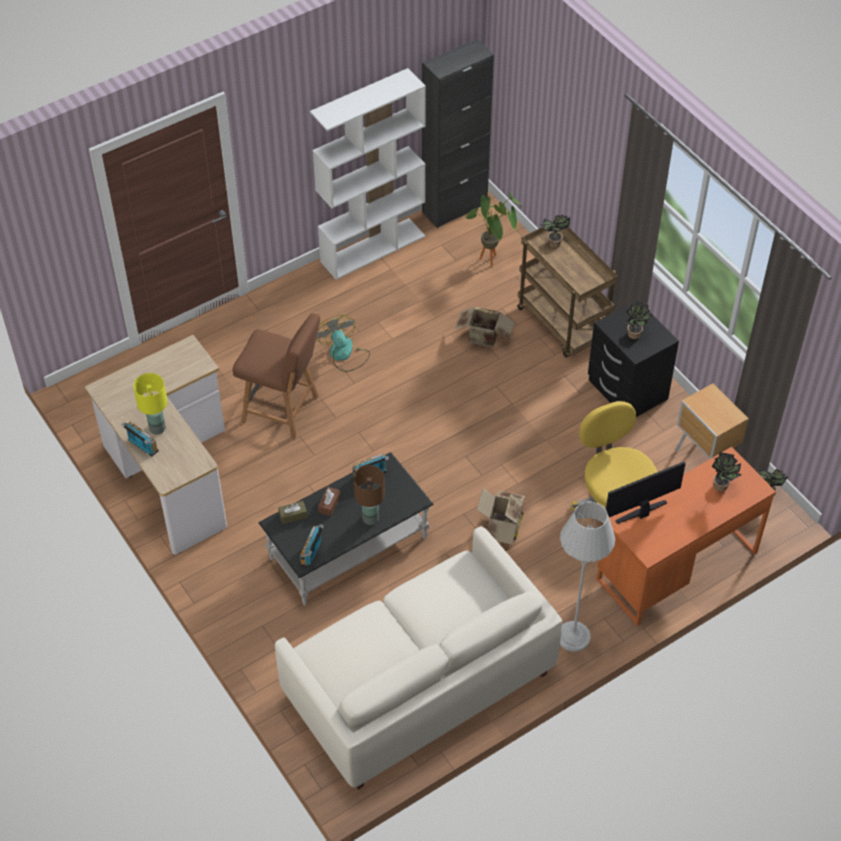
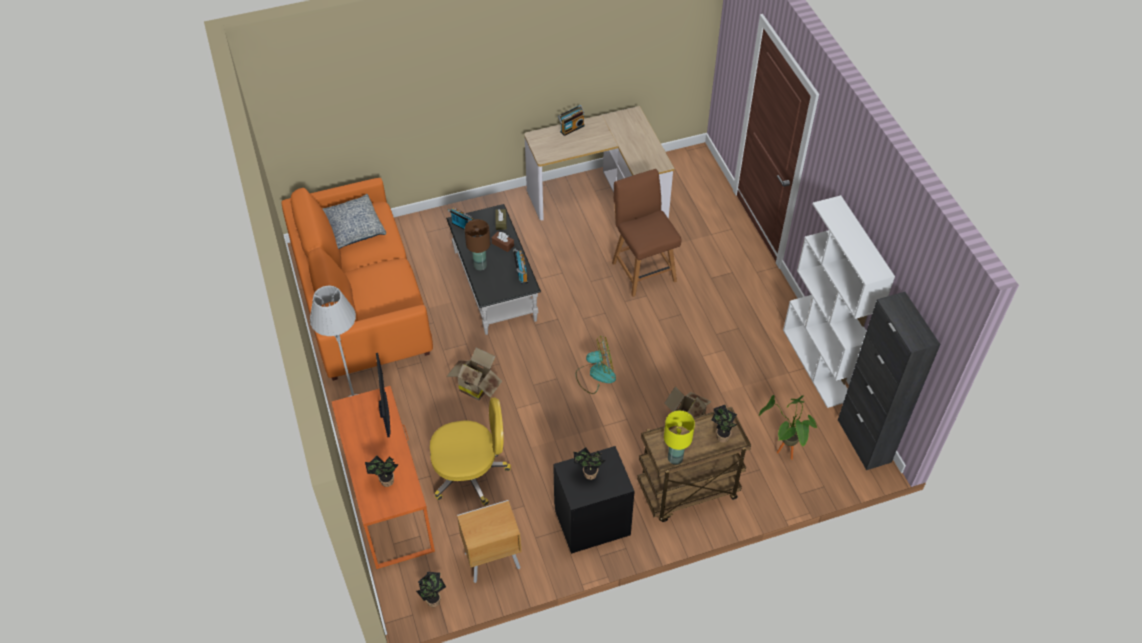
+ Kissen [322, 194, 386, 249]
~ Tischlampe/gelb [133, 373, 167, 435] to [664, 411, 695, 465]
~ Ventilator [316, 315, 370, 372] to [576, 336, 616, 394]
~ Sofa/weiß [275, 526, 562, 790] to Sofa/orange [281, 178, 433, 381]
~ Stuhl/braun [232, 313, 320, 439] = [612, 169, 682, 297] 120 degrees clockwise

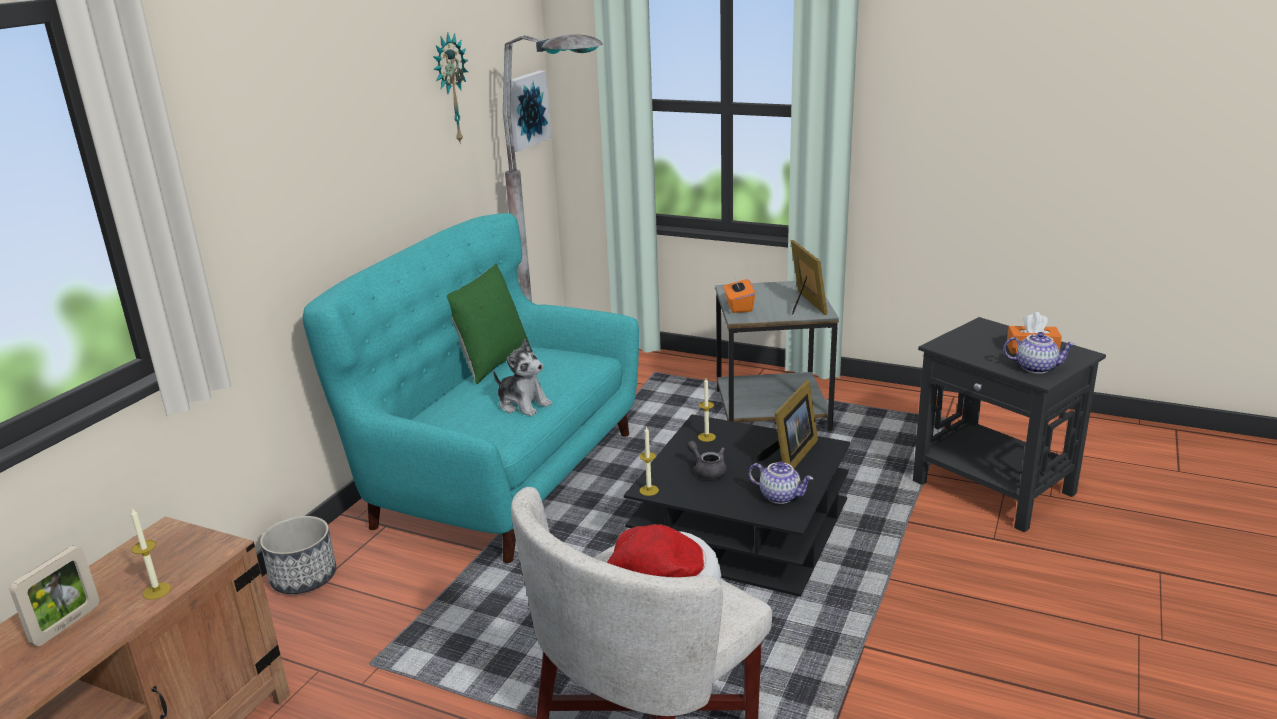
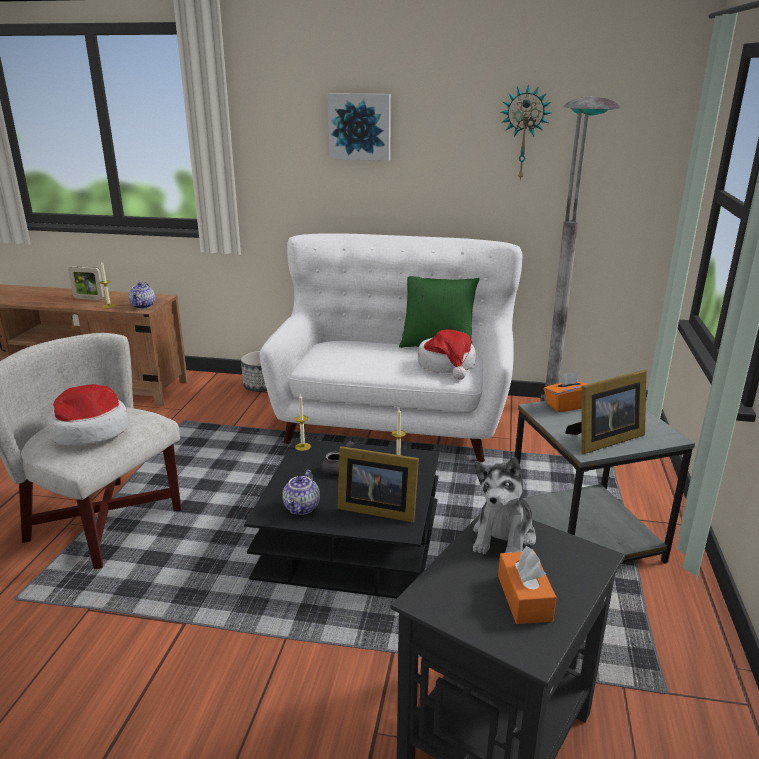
+ Hut [418, 329, 476, 380]
~ Plüschtier [493, 339, 552, 416] to [473, 457, 536, 554]
~ Bild [506, 71, 551, 152] to [327, 93, 391, 161]
~ Teekanne [1003, 332, 1076, 374] to [128, 282, 155, 309]
~ Sofa/türkis [302, 213, 639, 563] to Sofa/weiß [260, 233, 522, 462]

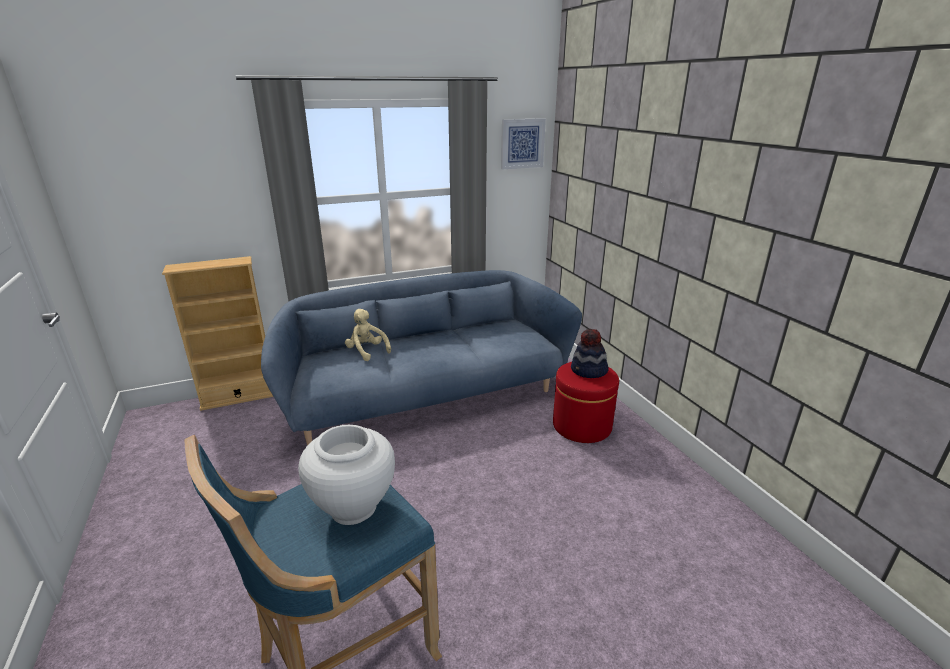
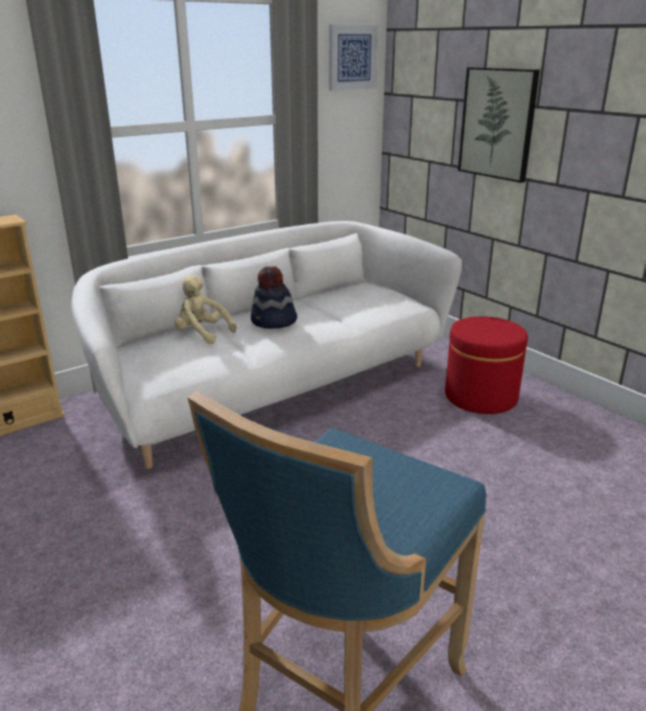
- Vase/weiß [298, 425, 395, 525]
+ Bild [458, 67, 540, 183]
~ Hut [571, 329, 609, 378] to [251, 266, 297, 329]
~ Sofa/blau [261, 270, 582, 445] to Sofa/weiß [71, 221, 462, 469]

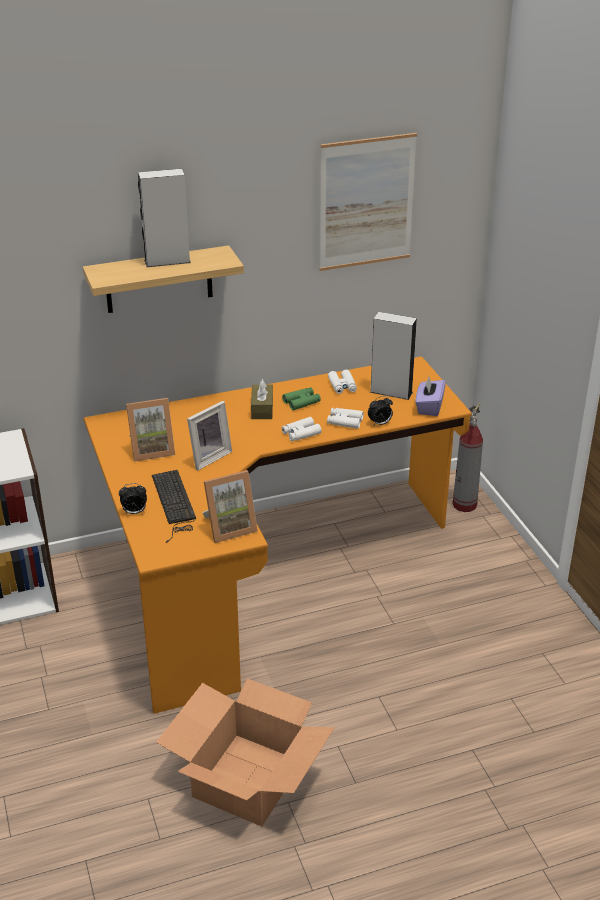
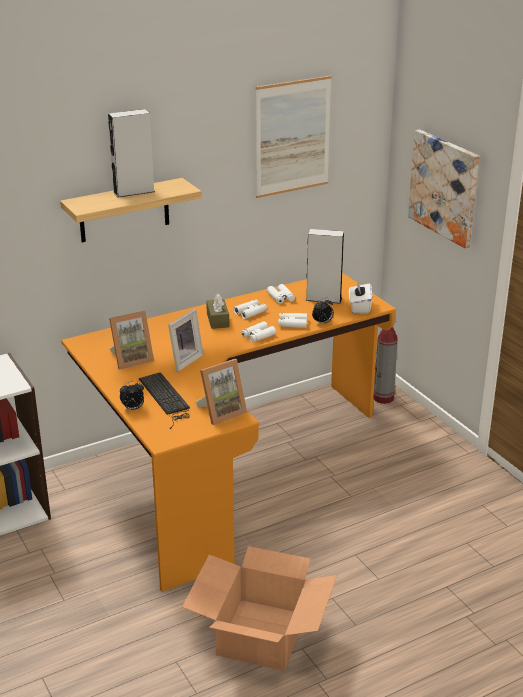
+ Bild [408, 129, 480, 248]
~ Fernglas/grün [282, 387, 321, 410] to Fernglas/weiß [233, 300, 267, 319]
~ Taschentuchbox/lila [415, 377, 445, 416] to Taschentuchbox/weiß [349, 282, 373, 314]

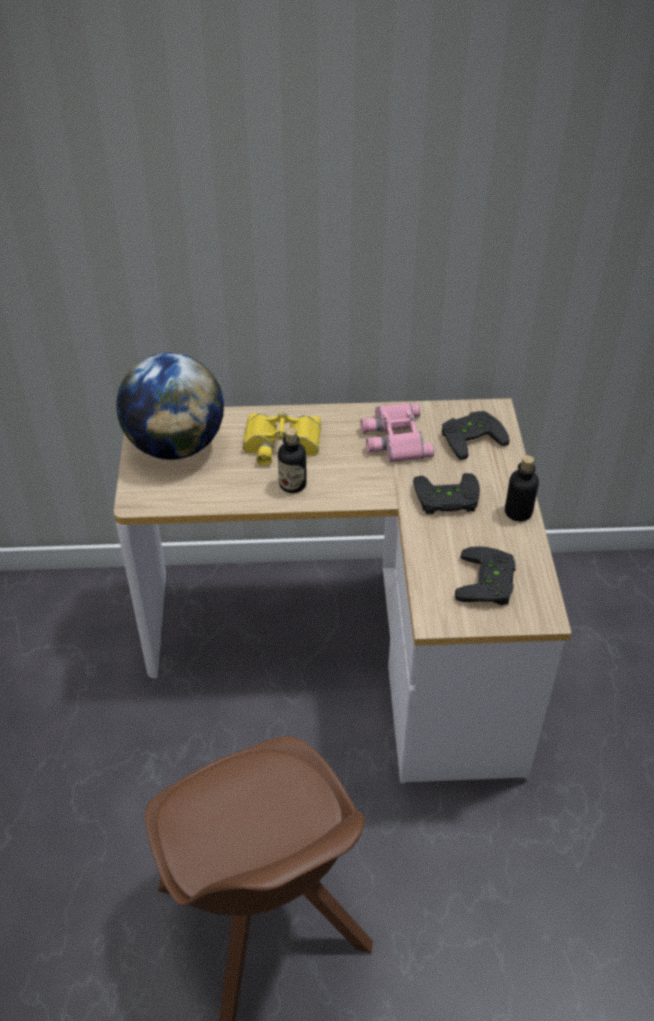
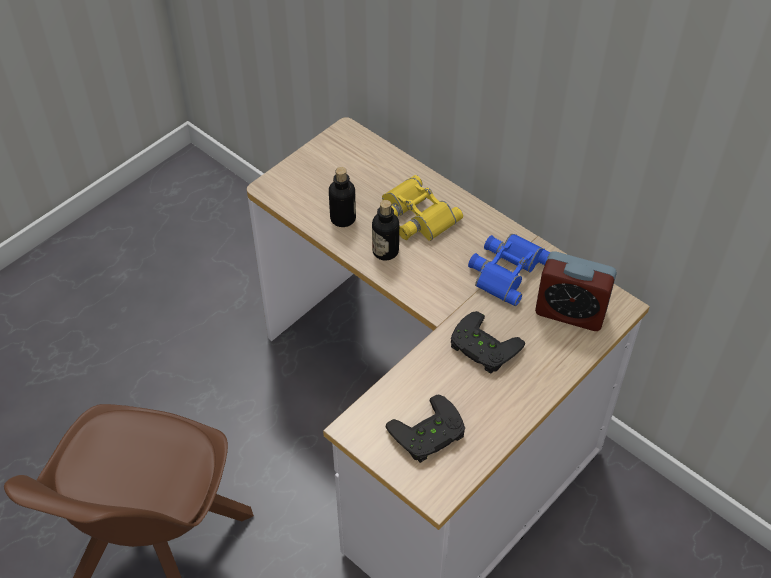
- Globus [116, 353, 224, 460]
~ Flasche [505, 455, 539, 521] to [329, 167, 356, 227]
~ Gamepad/schwarz [442, 411, 510, 460] to Wecker [535, 251, 617, 331]
~ Fernglas/rosa [361, 403, 434, 463] to Fernglas/blau [468, 234, 551, 306]

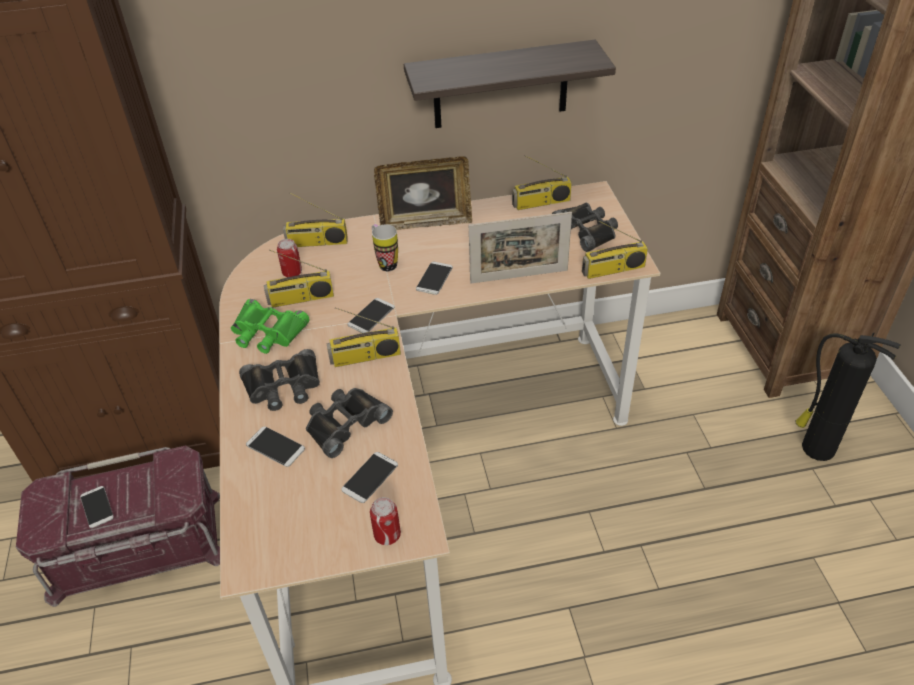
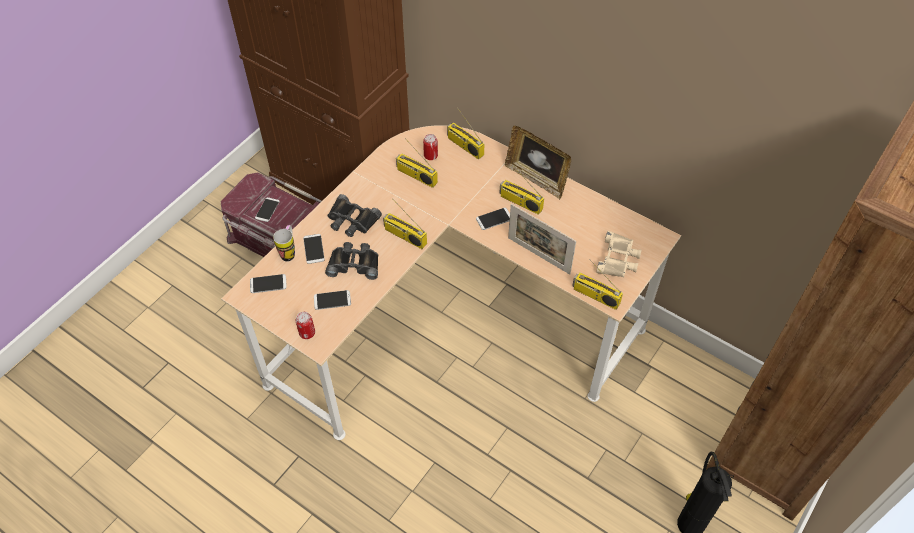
- Fernglas/grün [231, 299, 310, 354]
- Wandregal [404, 40, 616, 128]
~ Handy [347, 298, 395, 333] to [250, 274, 287, 293]
~ Henkelbecher [372, 224, 398, 271] to [273, 225, 295, 262]
~ Radio [512, 155, 572, 210] to [500, 165, 544, 215]
~ Fernglas/schwarz [552, 202, 618, 252] to Fernglas/beige [596, 231, 642, 277]

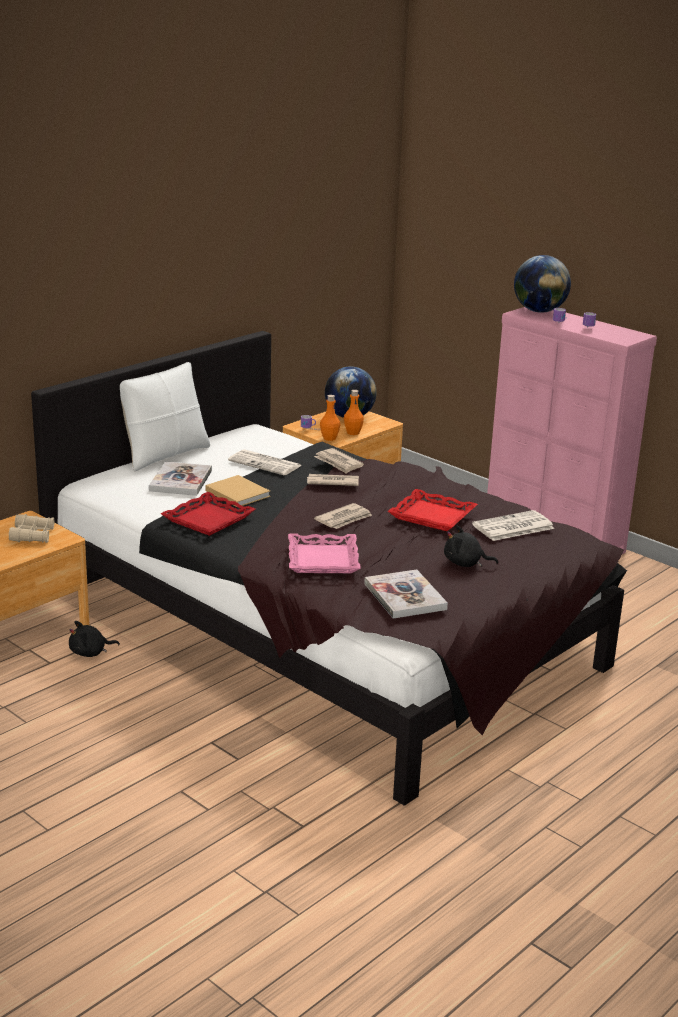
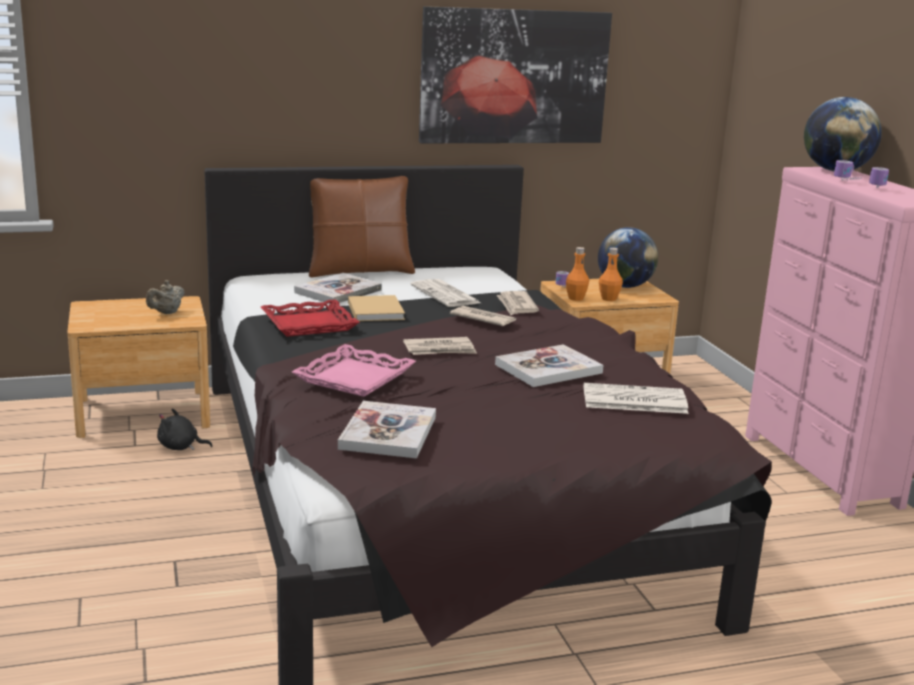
- Plüschtier/schwarz [444, 526, 498, 567]
+ Bild [419, 6, 612, 143]
~ Fernglas/beige [9, 514, 54, 543] to Teekanne/beige [146, 280, 185, 314]
~ Tablett/rot [388, 489, 478, 531] to Buch [495, 344, 604, 387]
~ Kissen/weiß [120, 362, 210, 471] to Kissen/braun [309, 176, 415, 277]

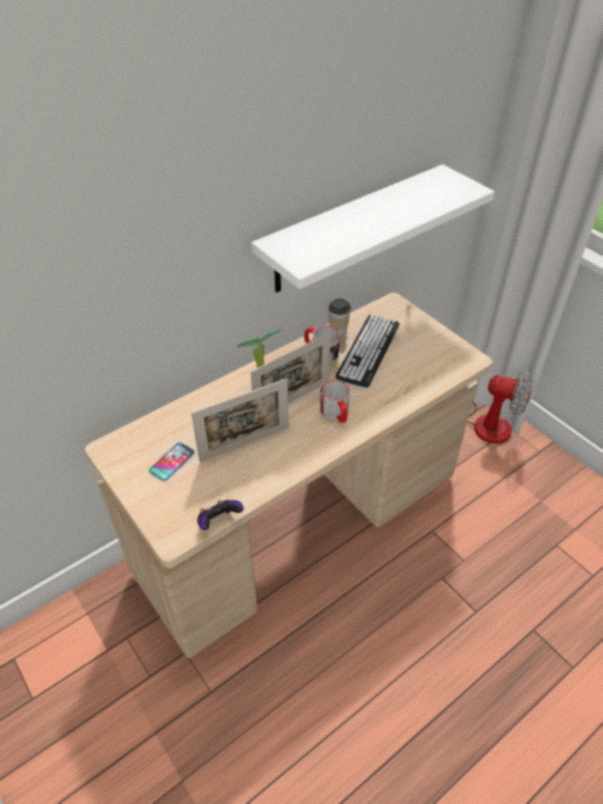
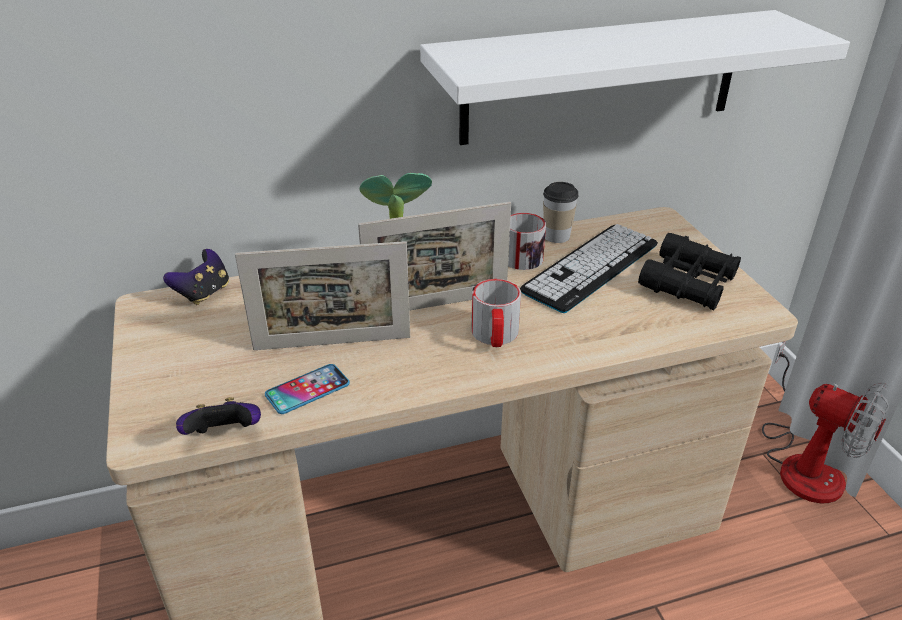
+ Gamepad [163, 249, 229, 305]
+ Fernglas/schwarz [638, 233, 741, 310]
~ Handy [149, 442, 195, 481] to [265, 364, 350, 414]

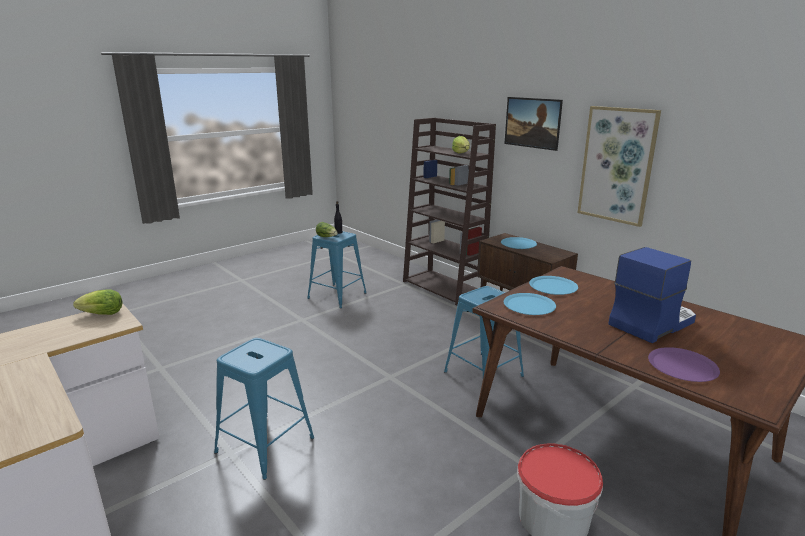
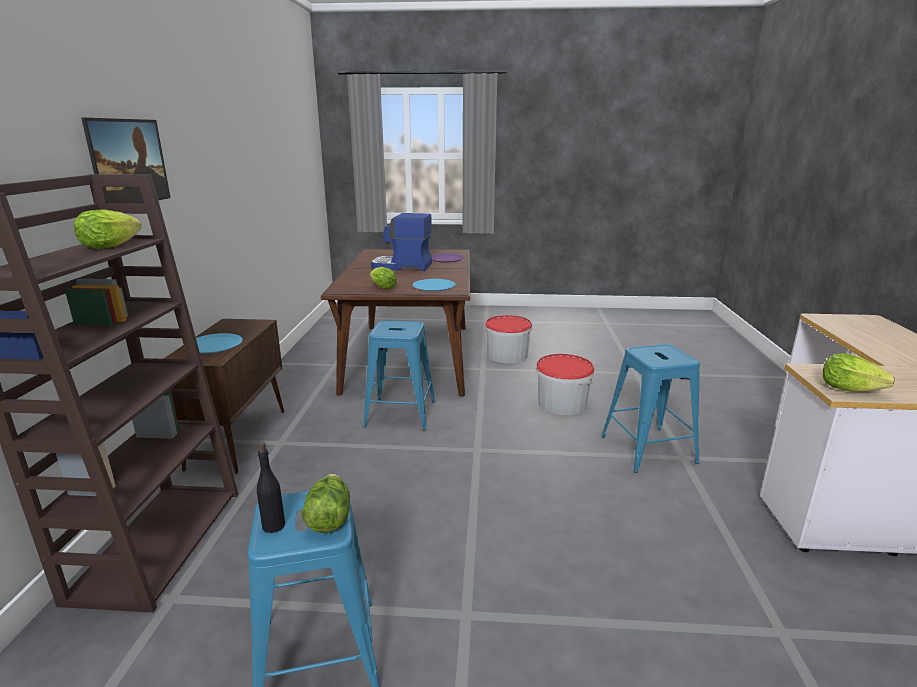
- Bild [578, 106, 661, 227]
+ Eimer [536, 354, 594, 415]
~ Teller/blau [529, 276, 578, 295] to Salatkopf [370, 267, 397, 289]

